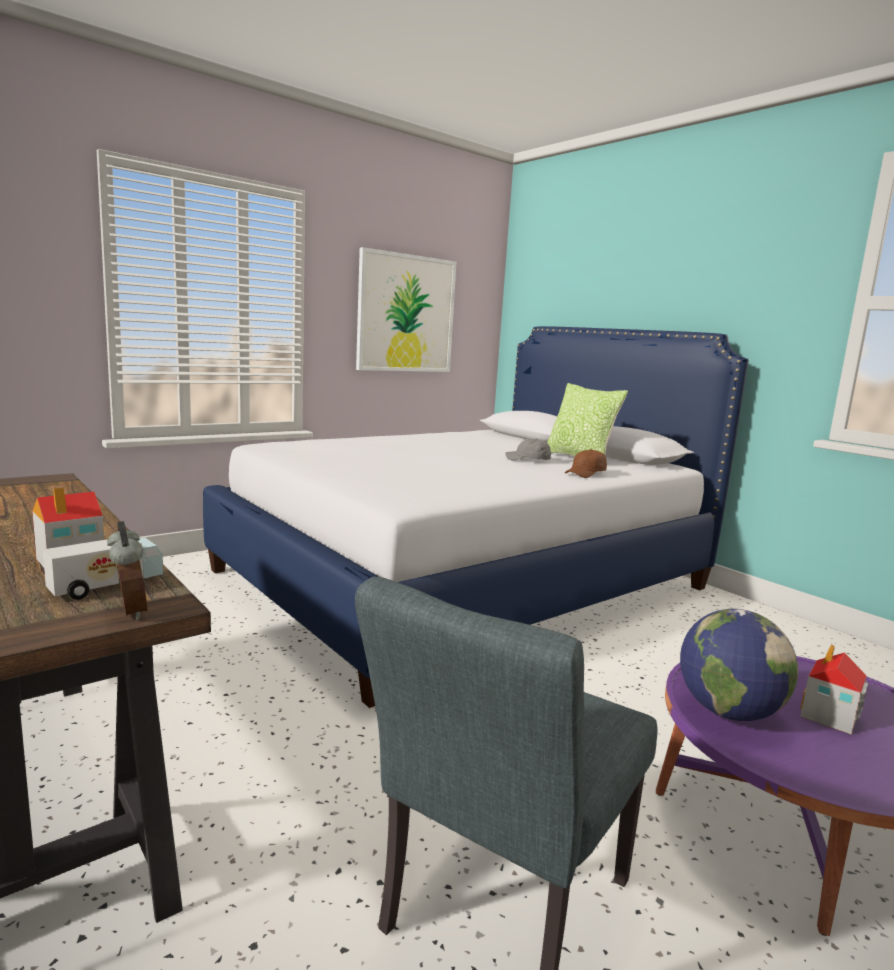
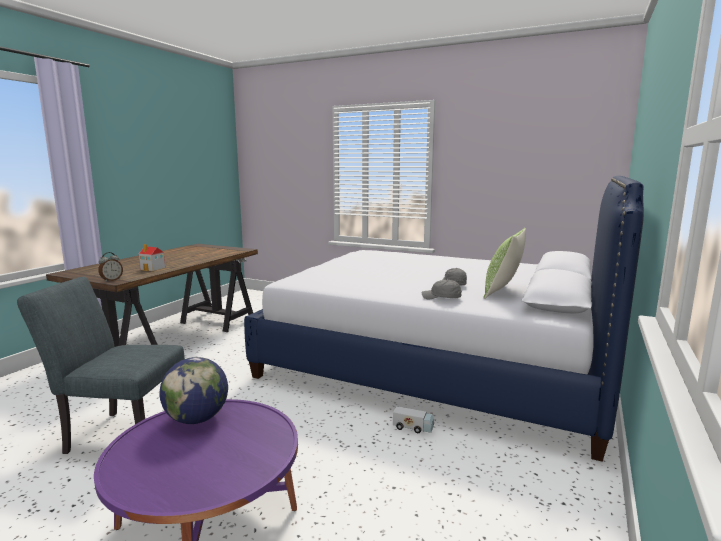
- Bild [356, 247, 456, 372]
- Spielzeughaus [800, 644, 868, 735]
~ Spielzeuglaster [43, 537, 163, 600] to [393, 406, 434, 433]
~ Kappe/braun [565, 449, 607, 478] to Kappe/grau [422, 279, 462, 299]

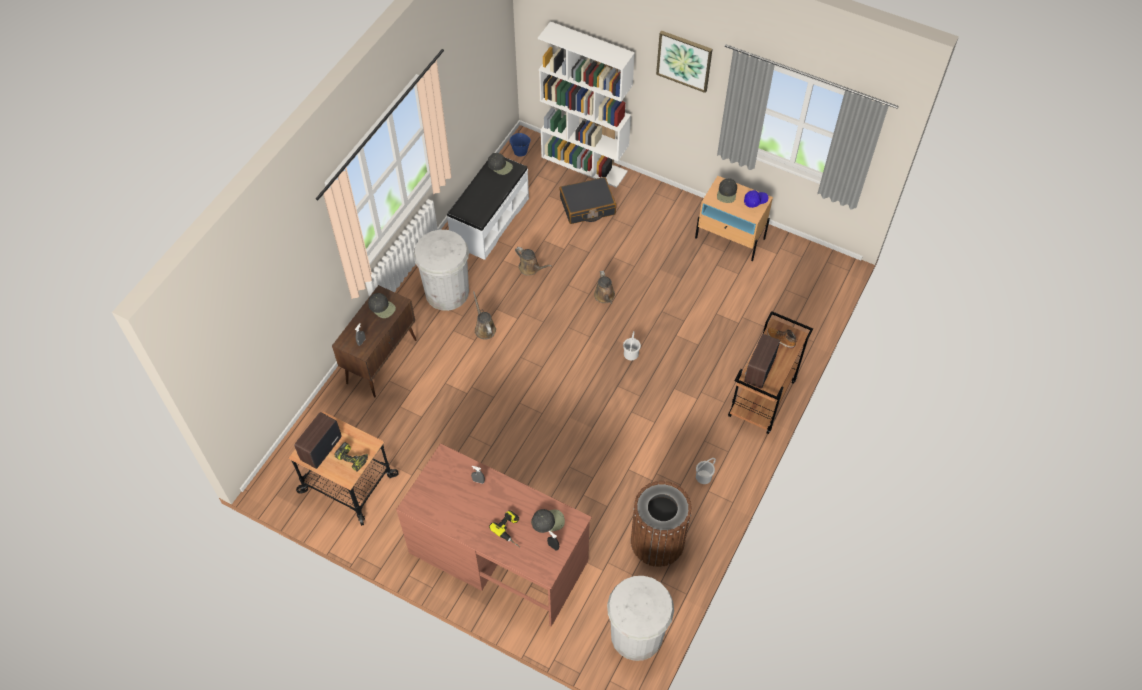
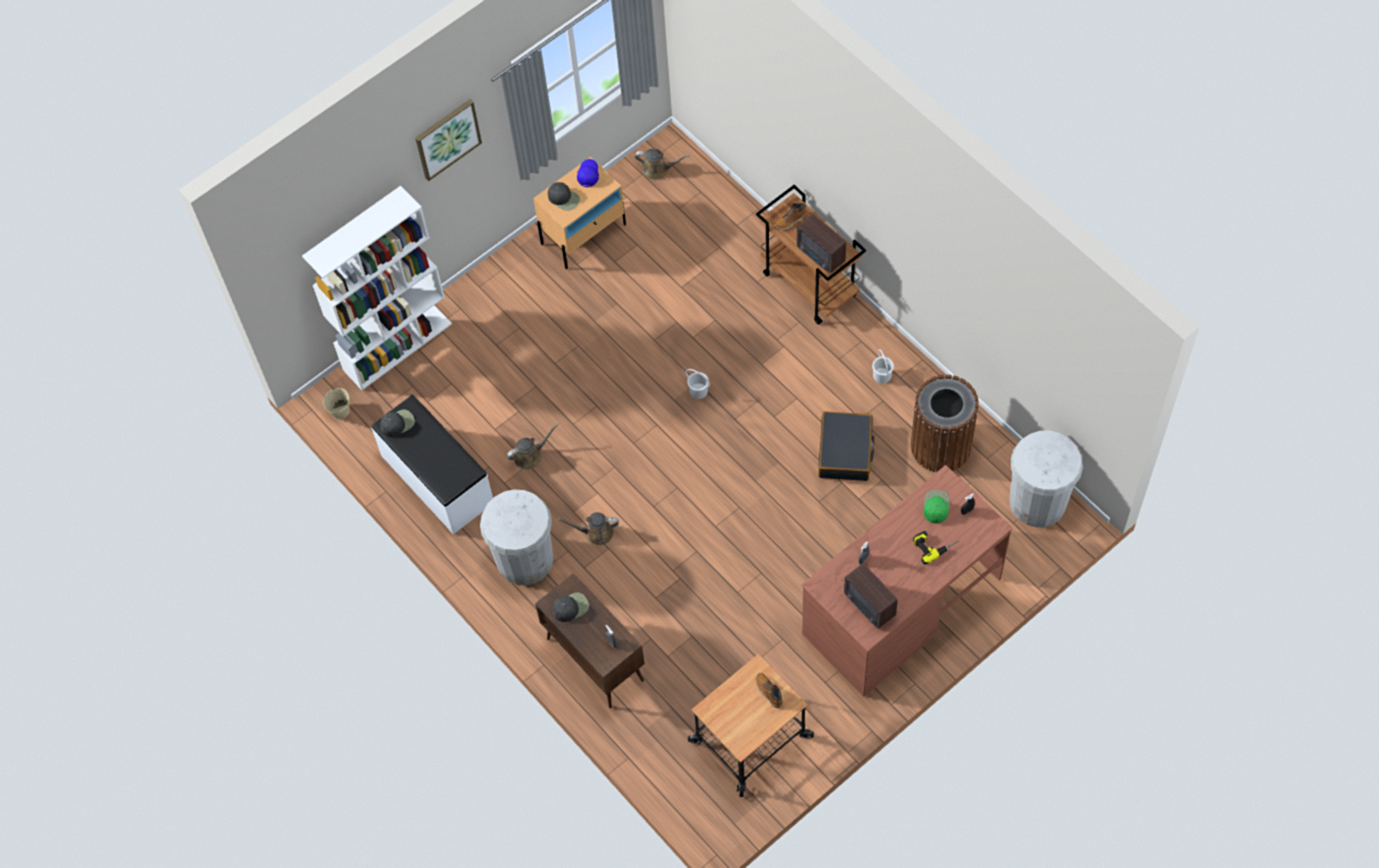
~ Radio [294, 412, 342, 469] to [844, 563, 898, 629]
~ Koffer/schwarz [560, 177, 616, 224] to [819, 411, 875, 481]
~ Gießkanne/braun [594, 271, 615, 304] to [635, 148, 690, 180]
~ Bohrmaschine [334, 442, 368, 472] to Stiefel [756, 673, 783, 708]
~ Eimer/blau [509, 131, 531, 157] to Eimer/beige [323, 388, 350, 419]
~ Kappe/schwarz [531, 509, 565, 533] to Kappe/grün [924, 490, 950, 524]

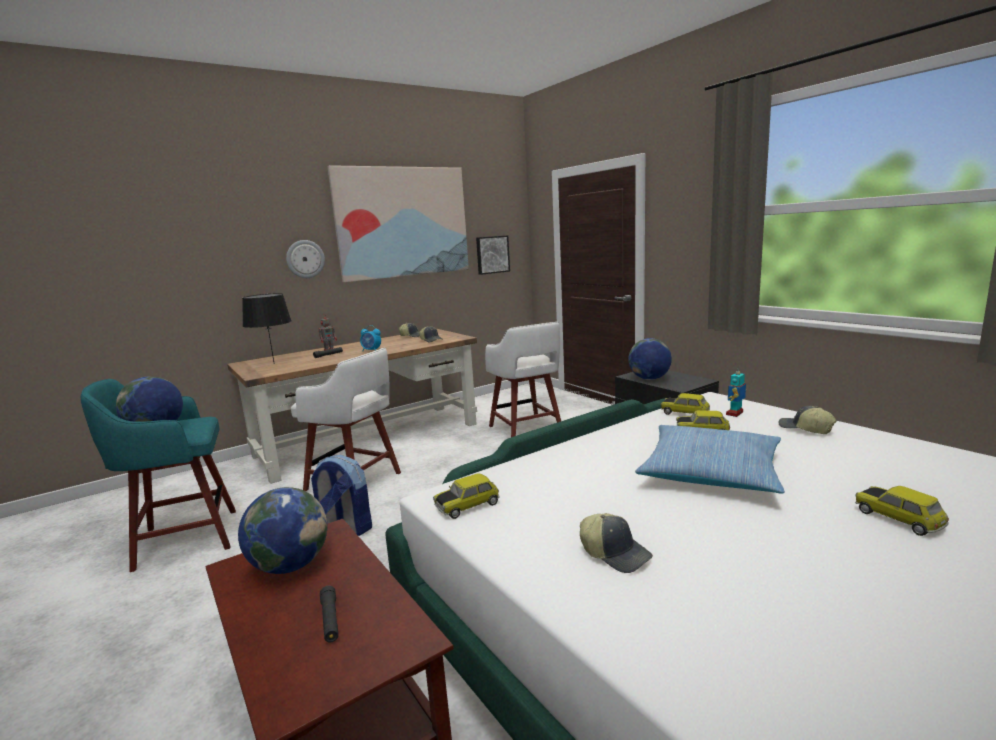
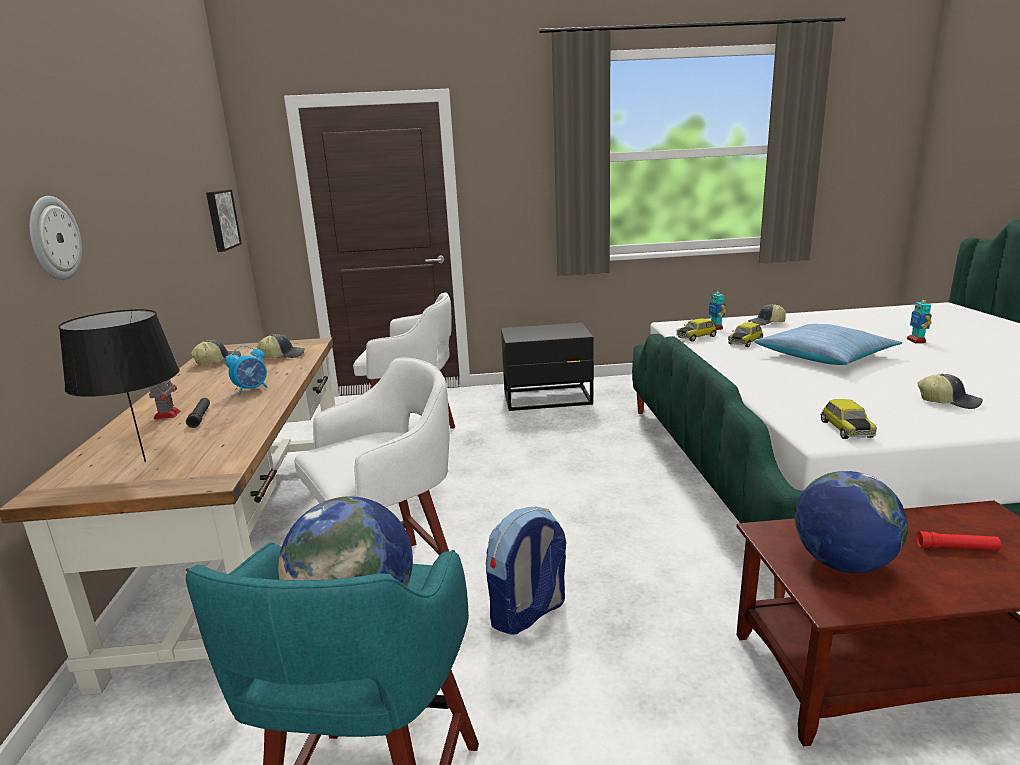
- Bild [327, 165, 469, 282]
- Globus [628, 338, 672, 380]
~ Spielzeugauto [855, 486, 949, 536] to Spielzeugroboter [907, 296, 932, 343]
~ Taschenlampe/schwarz [320, 586, 338, 643] to Taschenlampe/rot [916, 531, 1001, 550]
~ Kappe [580, 513, 653, 573] = [918, 374, 983, 409] 45 degrees clockwise

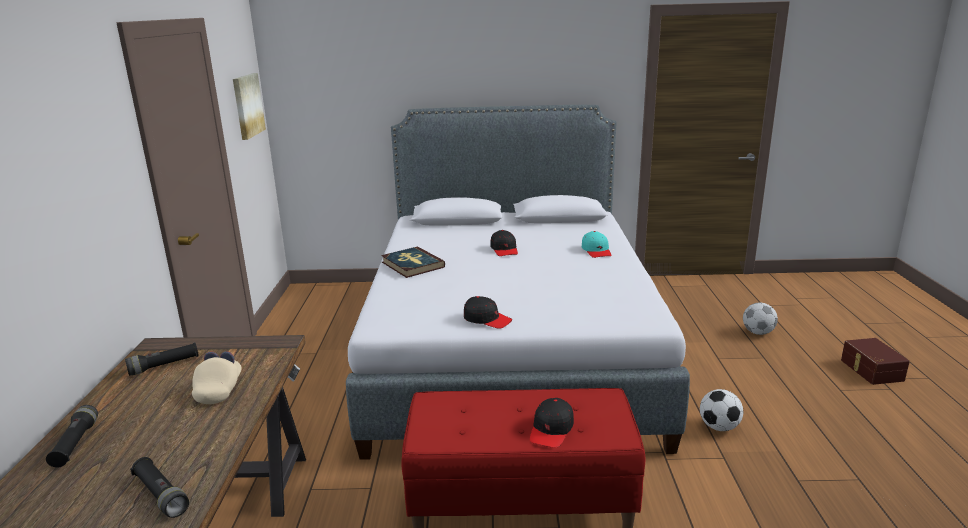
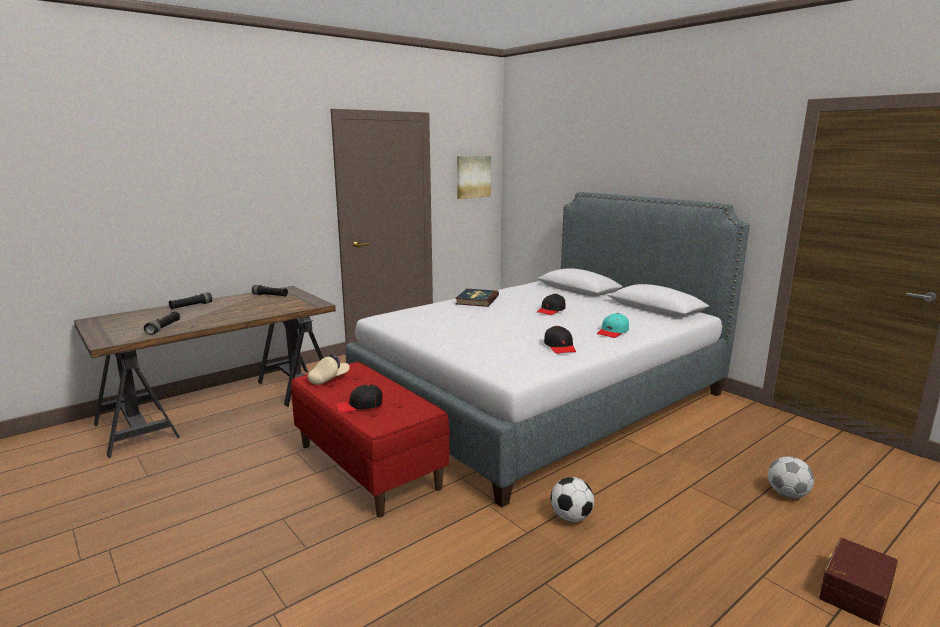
~ Kappe/beige [192, 351, 242, 404] to [308, 353, 349, 385]
~ Kappe/schwarz [464, 296, 512, 328] to [544, 326, 576, 354]

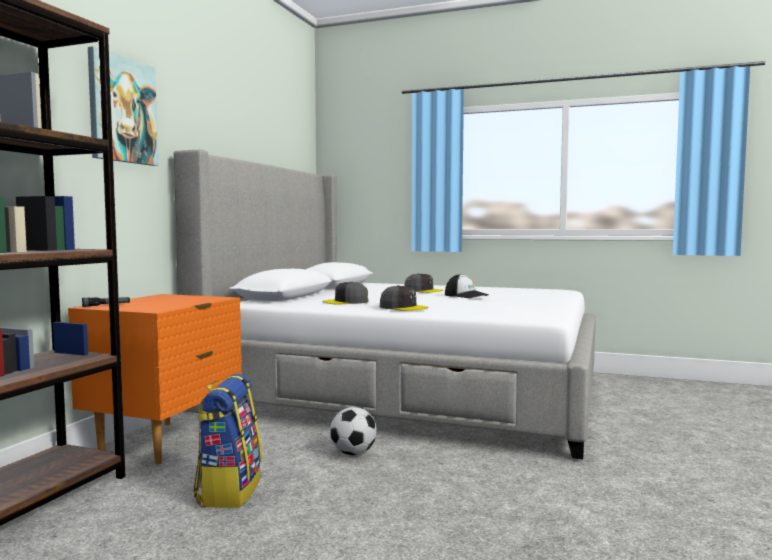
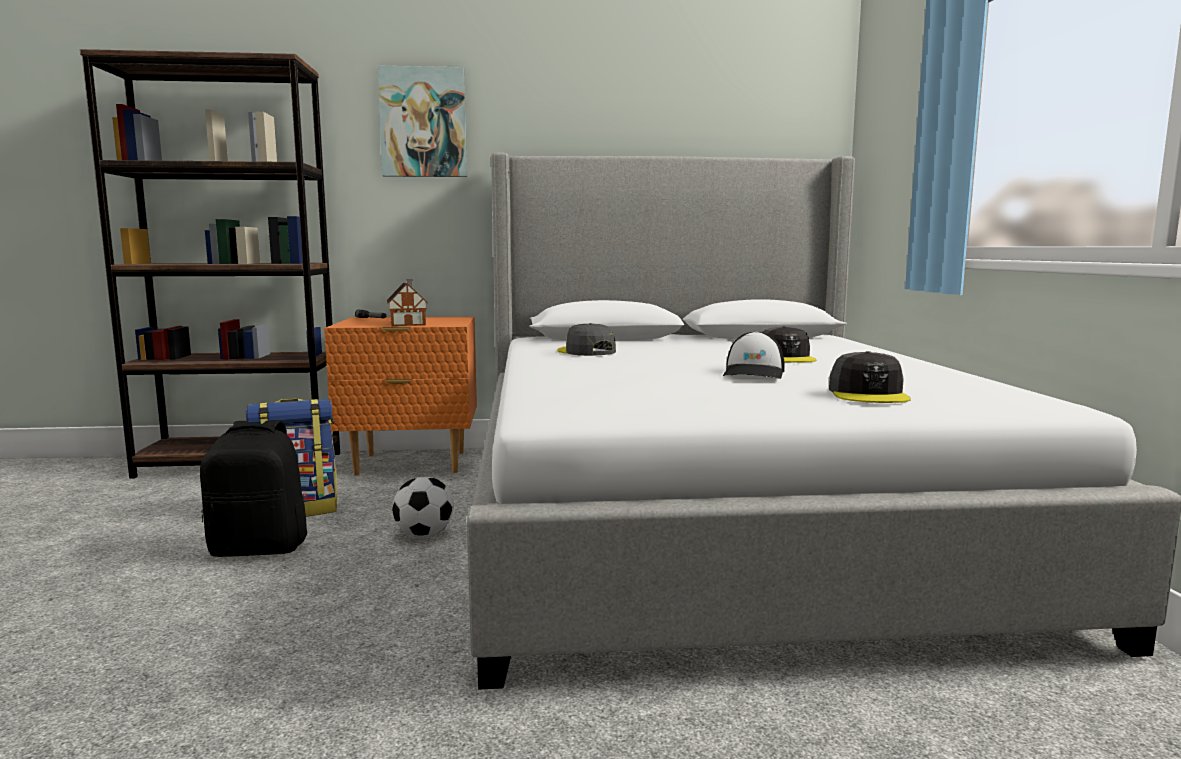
+ Rucksack/schwarz [200, 420, 307, 557]
+ Spielzeughaus [387, 279, 428, 326]
~ Kappe/grau [380, 285, 428, 311] to [829, 351, 911, 403]

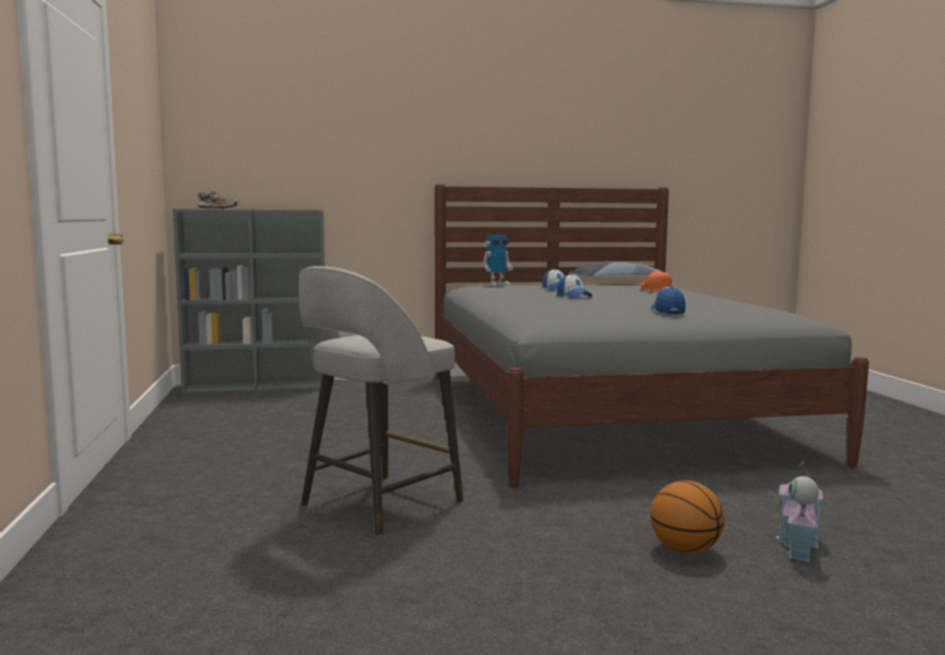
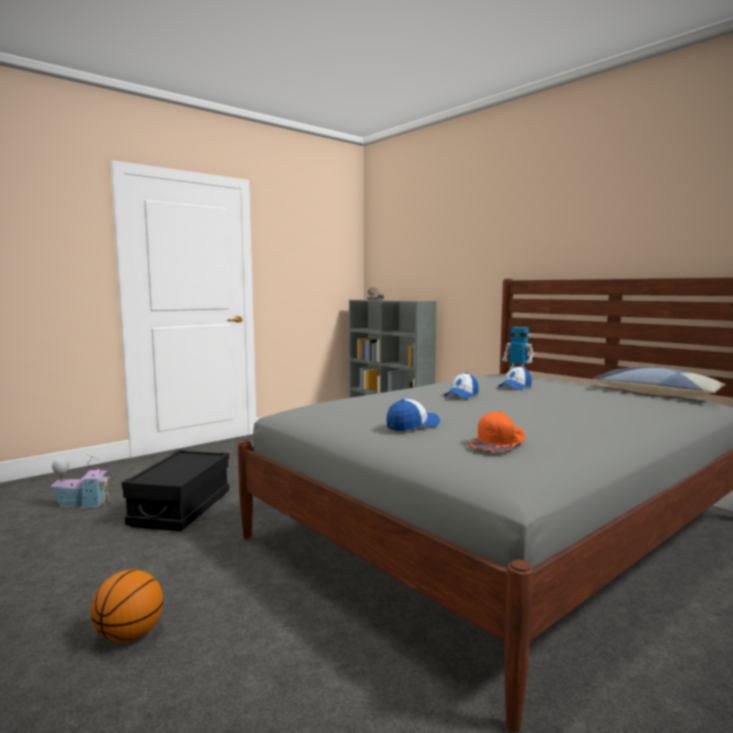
~ Kappe/orange [641, 271, 672, 293] to [468, 411, 525, 453]
~ Spielzeughaus [776, 459, 823, 562] to [51, 454, 111, 508]
~ Hocker/grau [299, 266, 464, 536] to Aufbewahrungsbox/schwarz [122, 450, 229, 531]

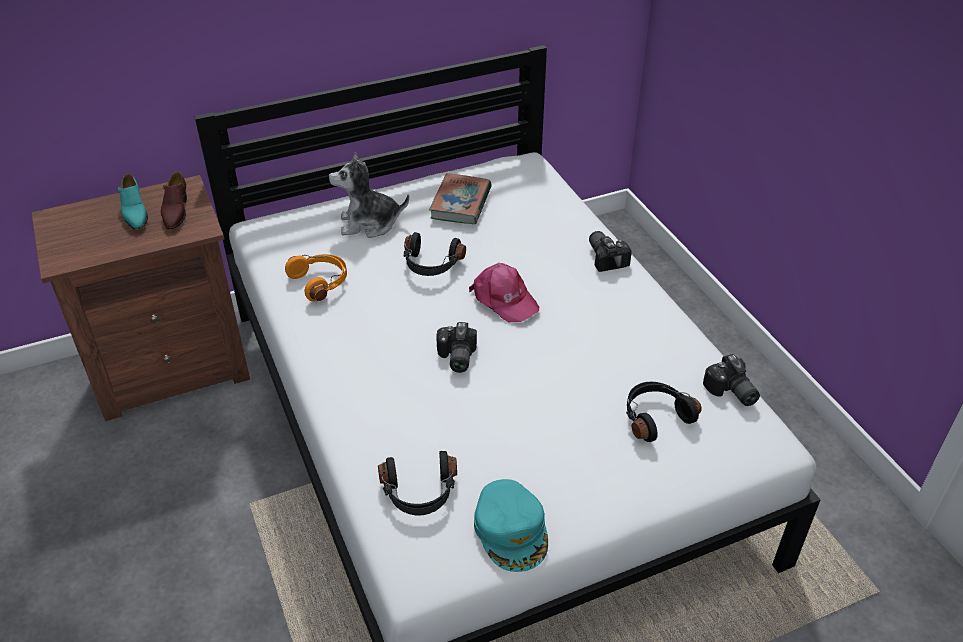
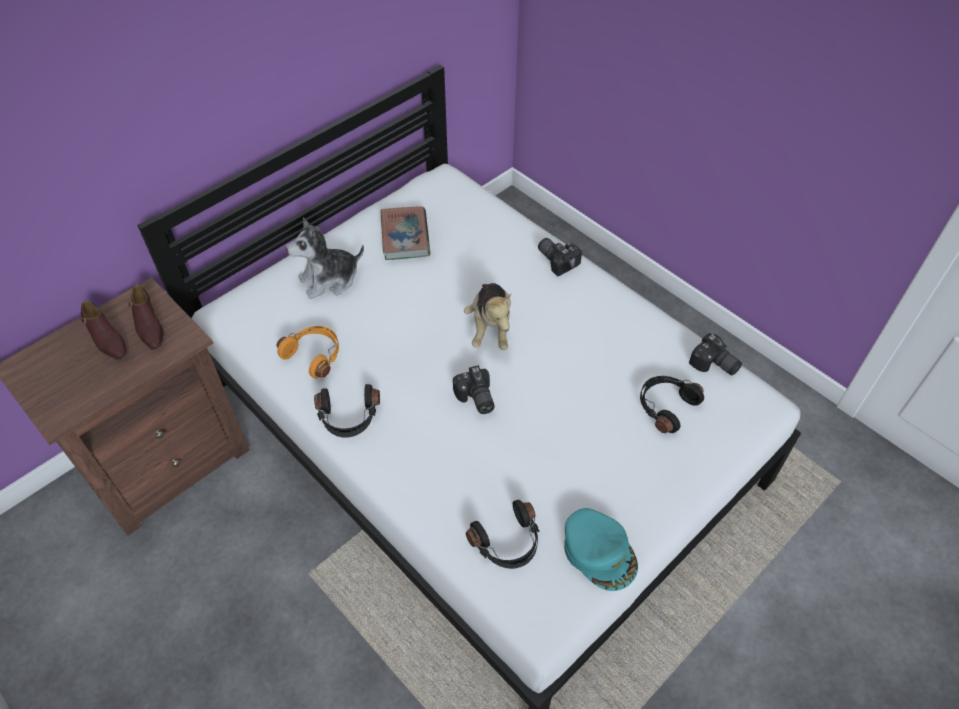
~ Kopfhörer/schwarz [404, 232, 466, 276] to [314, 384, 380, 437]
~ Kappe/rosa [469, 263, 539, 322] to Plüschtier [464, 283, 511, 350]
~ Schuh/türkis [118, 174, 148, 230] to Schuh/braun [81, 300, 126, 359]

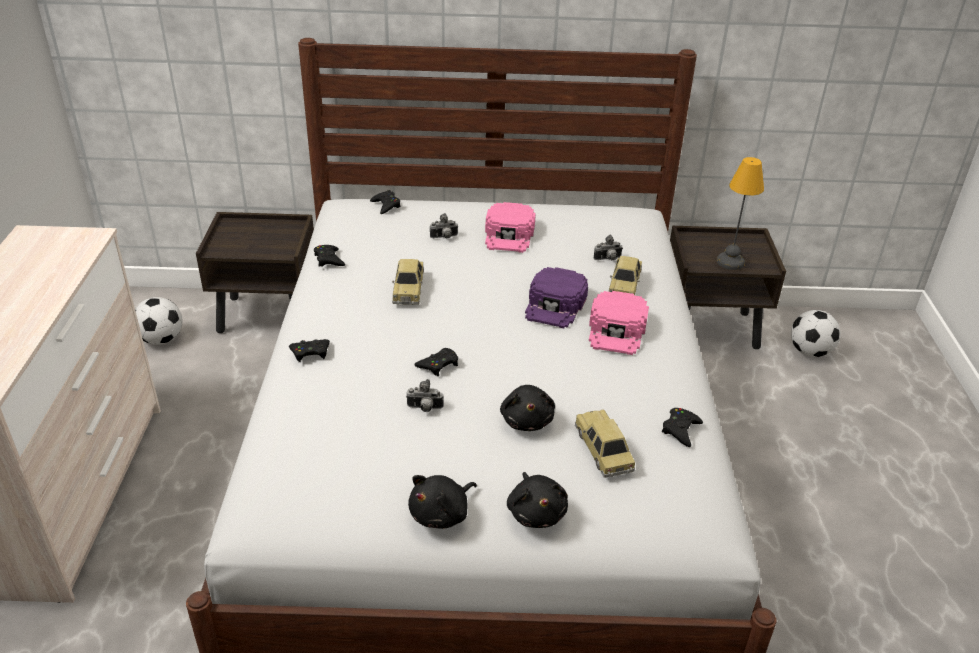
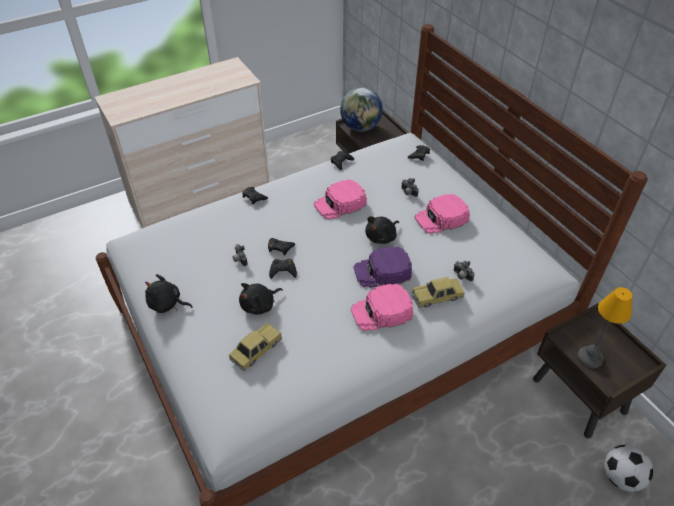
- Fußball [135, 297, 182, 345]
+ Globus [340, 88, 383, 132]
~ Plüschtier/schwarz [507, 472, 568, 528] to [365, 216, 399, 244]
~ Gamepad/schwarz [662, 408, 703, 447] to [269, 259, 297, 279]
~ Spielzeugauto [392, 259, 424, 305] to Kappe/rosa [314, 179, 367, 220]

